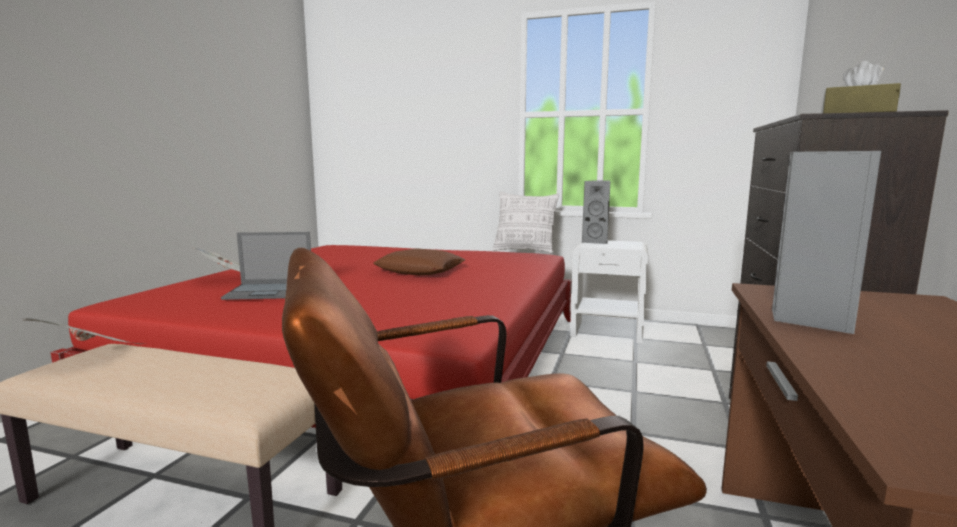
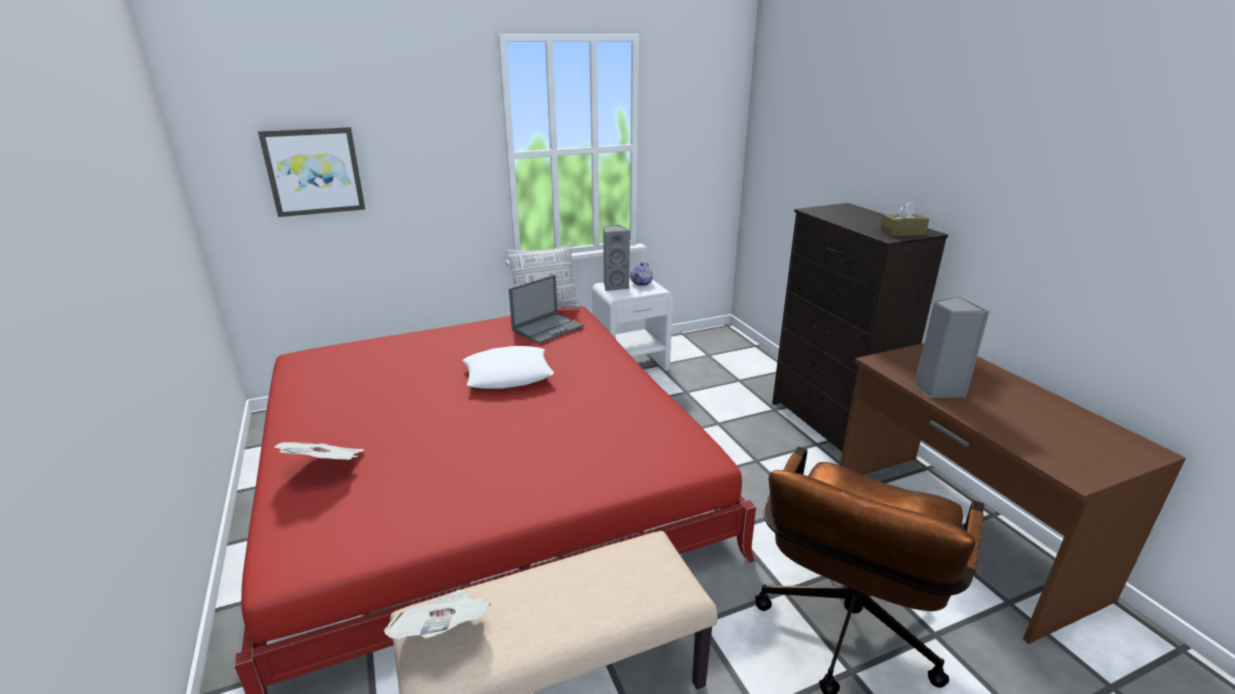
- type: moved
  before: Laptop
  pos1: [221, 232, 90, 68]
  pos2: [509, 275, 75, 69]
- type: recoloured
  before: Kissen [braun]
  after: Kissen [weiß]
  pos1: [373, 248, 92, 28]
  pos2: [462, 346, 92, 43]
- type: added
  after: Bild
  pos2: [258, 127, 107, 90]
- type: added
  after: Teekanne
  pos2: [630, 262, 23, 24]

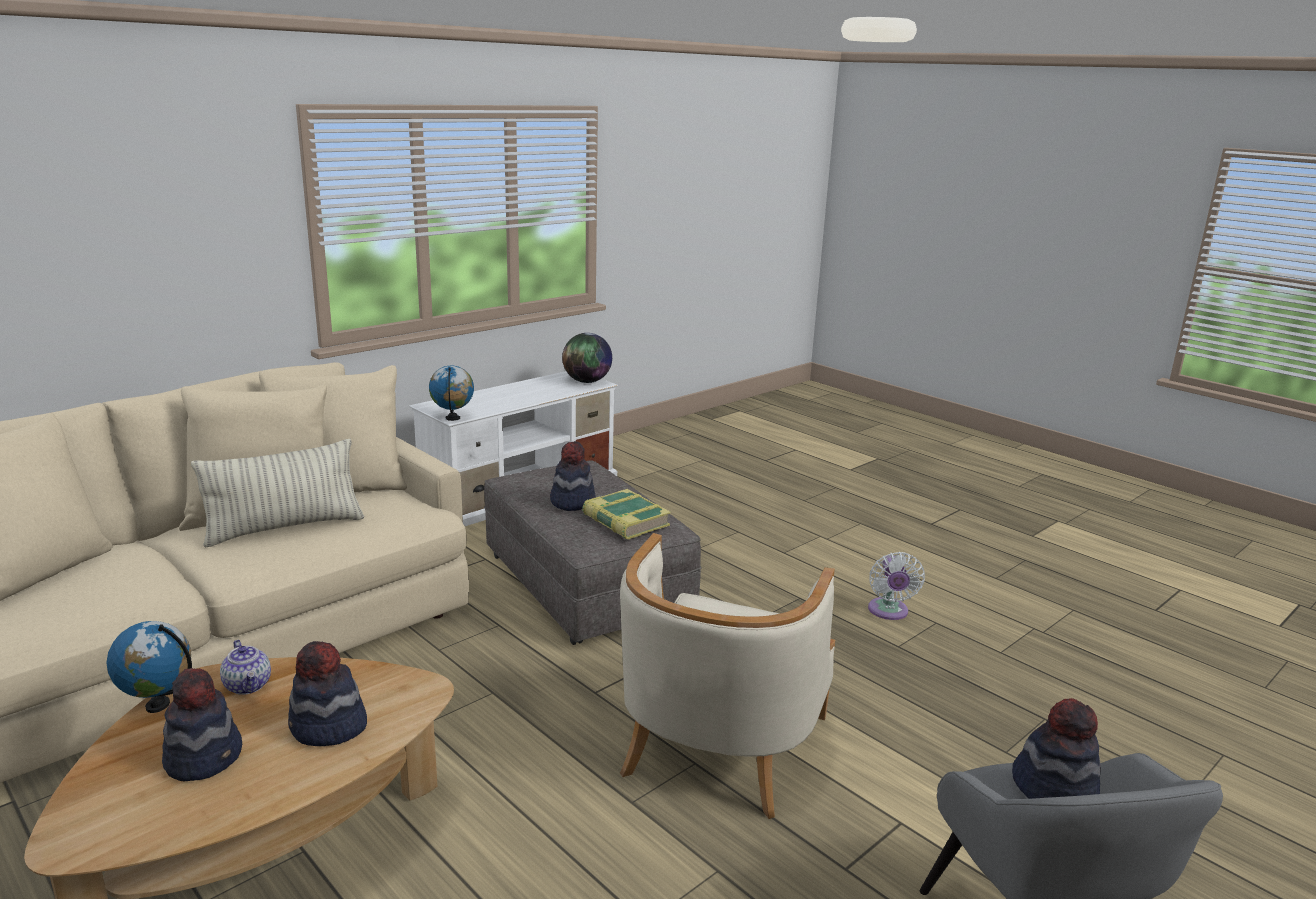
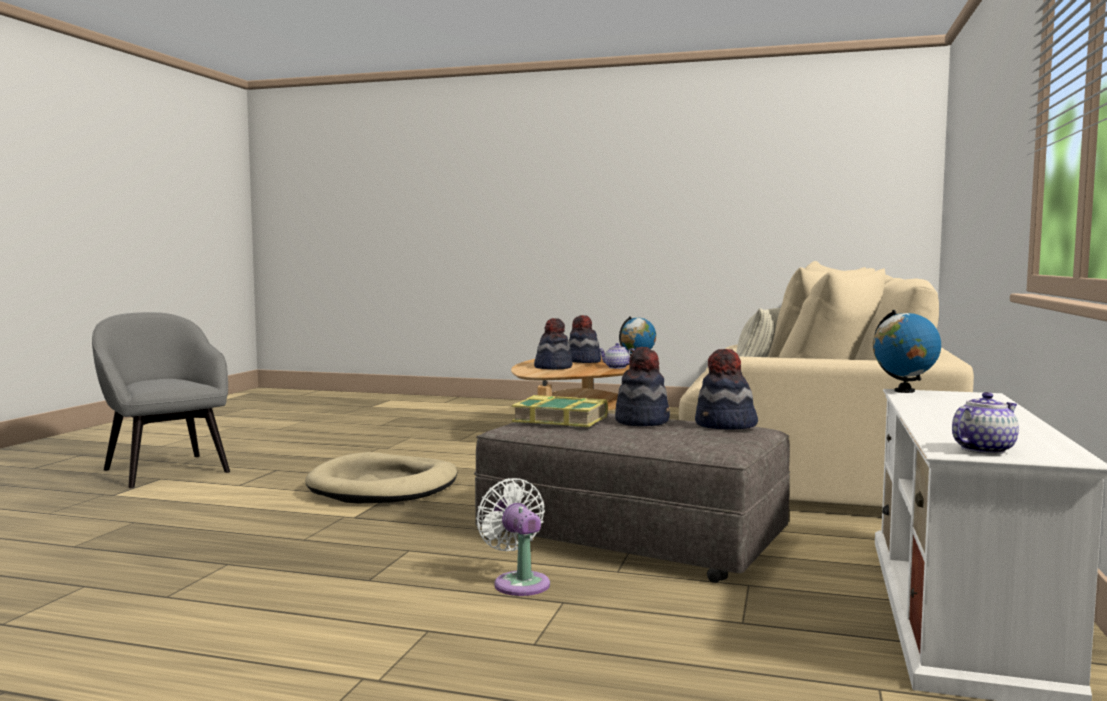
- type: replaced
  before: Globus
  after: Teekanne
  pos1: [562, 333, 50, 50]
  pos2: [952, 392, 67, 62]
- type: replaced
  before: Sessel [beige]
  after: Hundebett [beige]
  pos1: [620, 533, 215, 286]
  pos2: [305, 452, 152, 51]
- type: moved
  before: Ventilator [weiß]
  pos1: [868, 552, 57, 68]
  pos2: [476, 478, 74, 118]
- type: moved
  before: Hut
  pos1: [1012, 698, 89, 101]
  pos2: [695, 349, 63, 80]

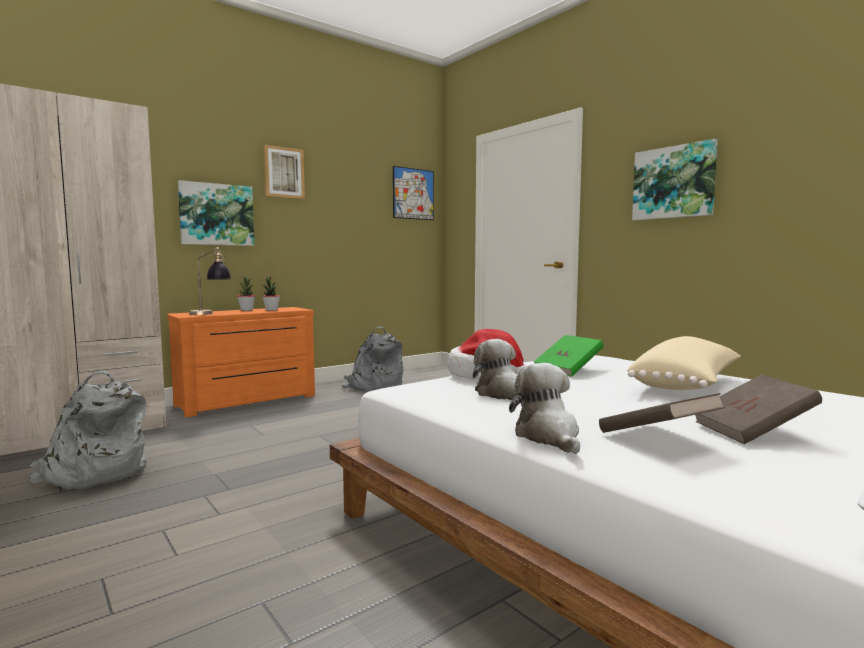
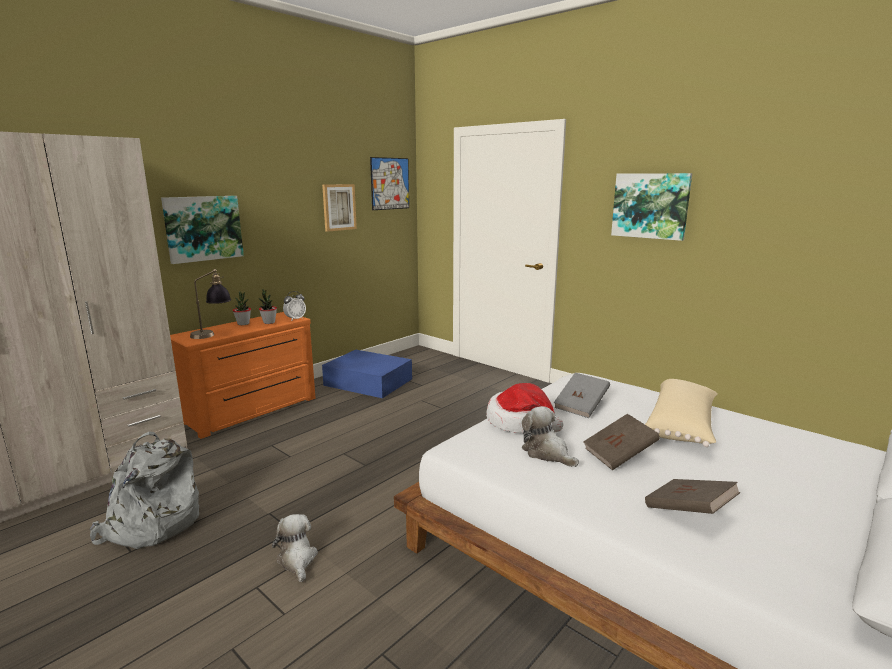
- type: moved
  before: Bild
  pos1: [263, 145, 42, 54]
  pos2: [322, 184, 35, 48]
- type: replaced
  before: Rucksack [grau]
  after: Aufbewahrungsbox [blau]
  pos1: [342, 326, 62, 66]
  pos2: [322, 350, 90, 48]
- type: recoloured
  before: Buch [grün]
  after: Buch [grau]
  pos1: [534, 335, 70, 42]
  pos2: [554, 373, 56, 45]
- type: moved
  before: Plüschtier
  pos1: [509, 363, 71, 91]
  pos2: [272, 514, 46, 68]
- type: moved
  before: Buch [braun]
  pos1: [695, 375, 127, 69]
  pos2: [583, 414, 77, 56]
- type: added
  after: Wecker
  pos2: [283, 291, 23, 29]

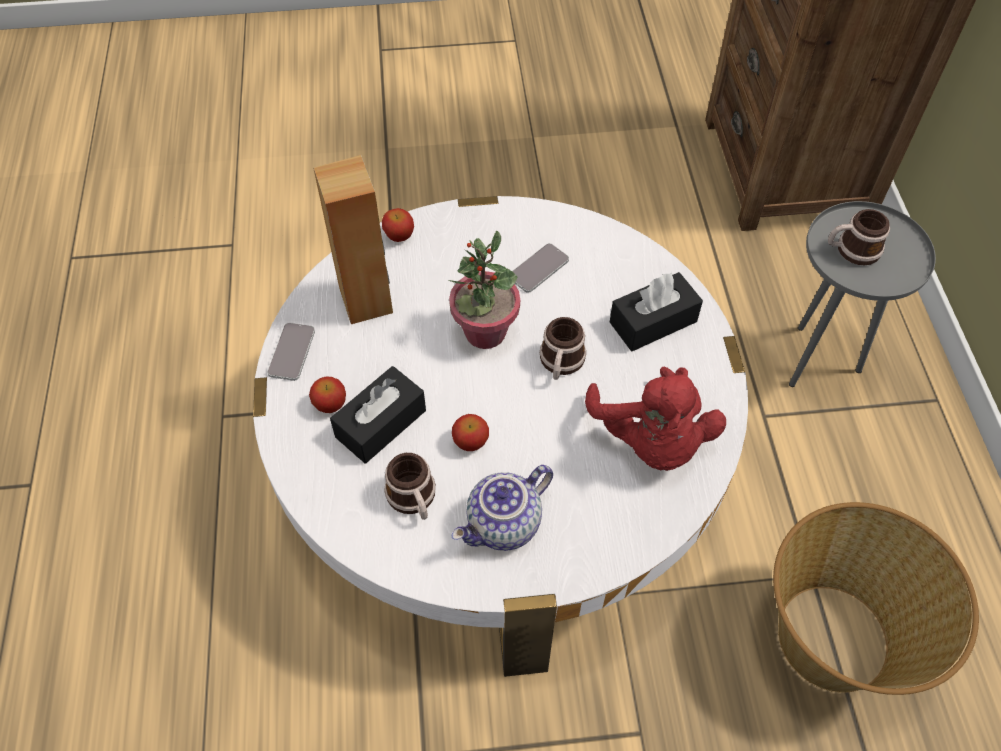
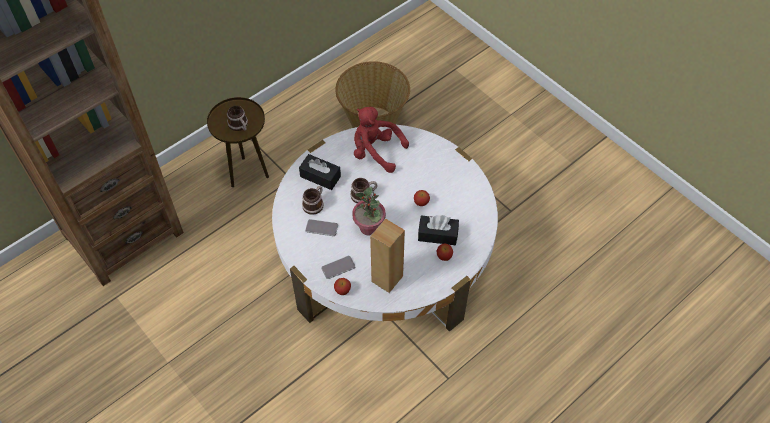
- type: recoloured
  before: Beistelltisch [grau]
  after: Beistelltisch [braun]
  pos1: [789, 201, 147, 186]
  pos2: [207, 97, 62, 90]
- type: moved
  before: Handy
  pos1: [267, 323, 48, 58]
  pos2: [321, 256, 34, 23]
- type: turned
  before: Plüschtier [rot]
  pos1: [585, 366, 141, 105]
  pos2: [354, 107, 55, 66]
  turn: -105
- type: moved
  before: Henkelbecher
  pos1: [384, 453, 52, 67]
  pos2: [302, 186, 21, 29]
- type: removed
  before: Teekanne
  pos1: [452, 465, 101, 86]

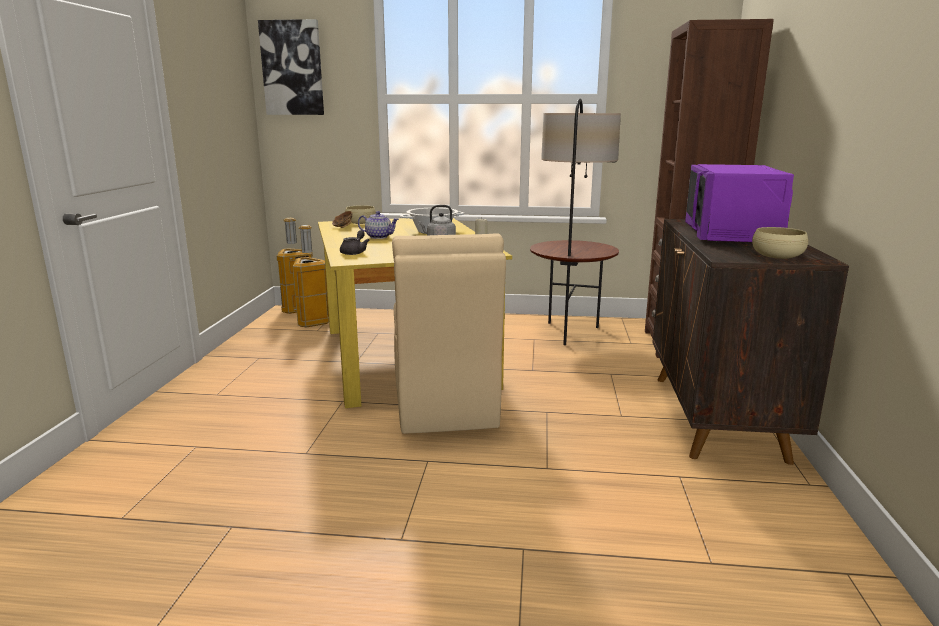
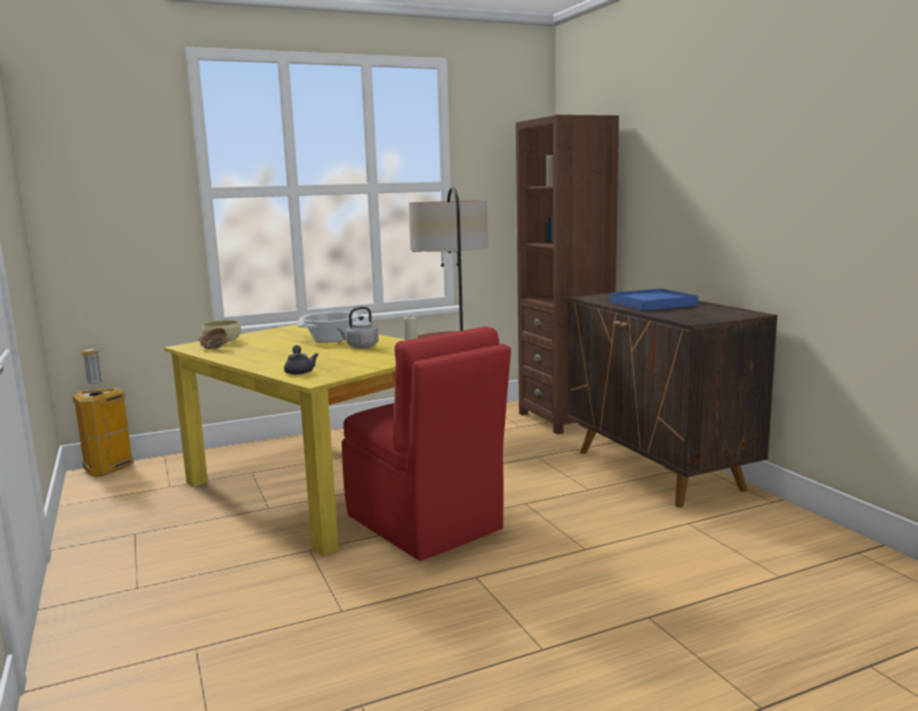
- type: removed
  before: Bild
  pos1: [258, 19, 66, 96]
- type: replaced
  before: Mikrowelle [lila]
  after: Tablett [blau]
  pos1: [685, 164, 109, 78]
  pos2: [610, 289, 89, 22]
- type: removed
  before: Teekanne
  pos1: [358, 211, 41, 28]
- type: removed
  before: Mülleimer
  pos1: [293, 225, 36, 103]
- type: removed
  before: Schüssel [beige]
  pos1: [752, 227, 56, 32]
- type: recoloured
  before: Stuhl [beige]
  after: Stuhl [rot]
  pos1: [392, 233, 114, 201]
  pos2: [342, 326, 169, 235]

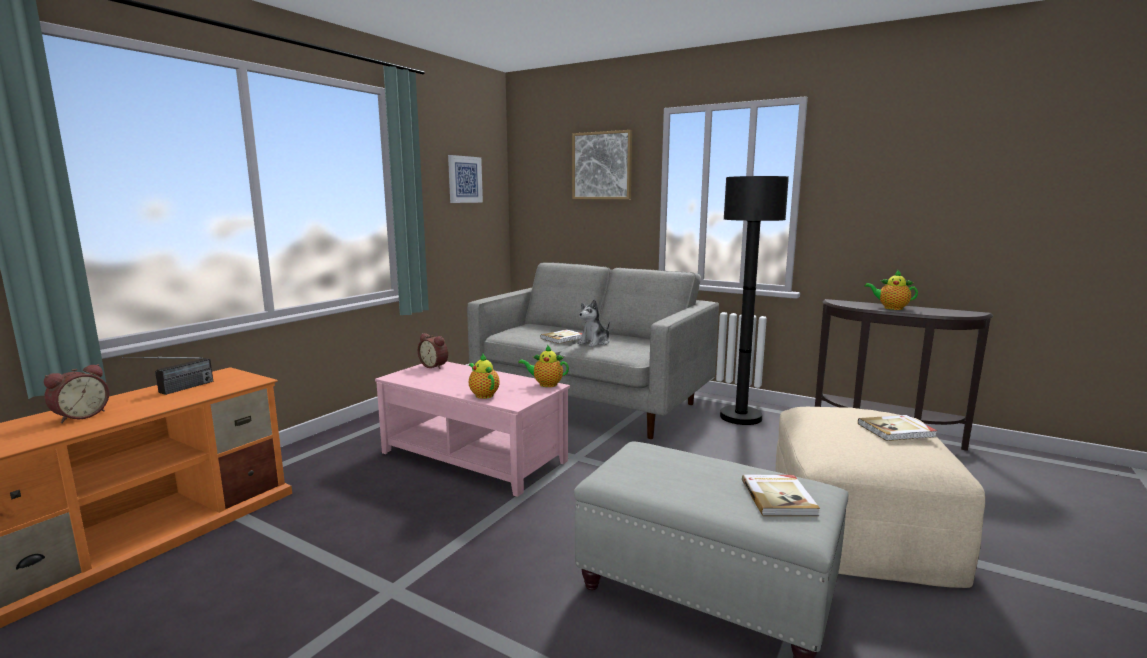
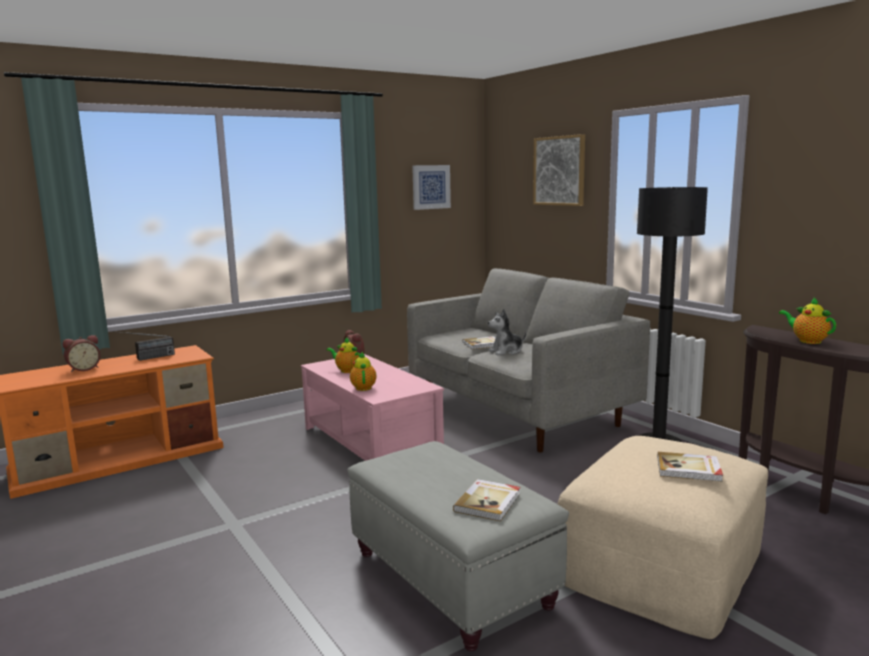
- type: moved
  before: Teekanne
  pos1: [518, 345, 51, 42]
  pos2: [327, 337, 33, 36]

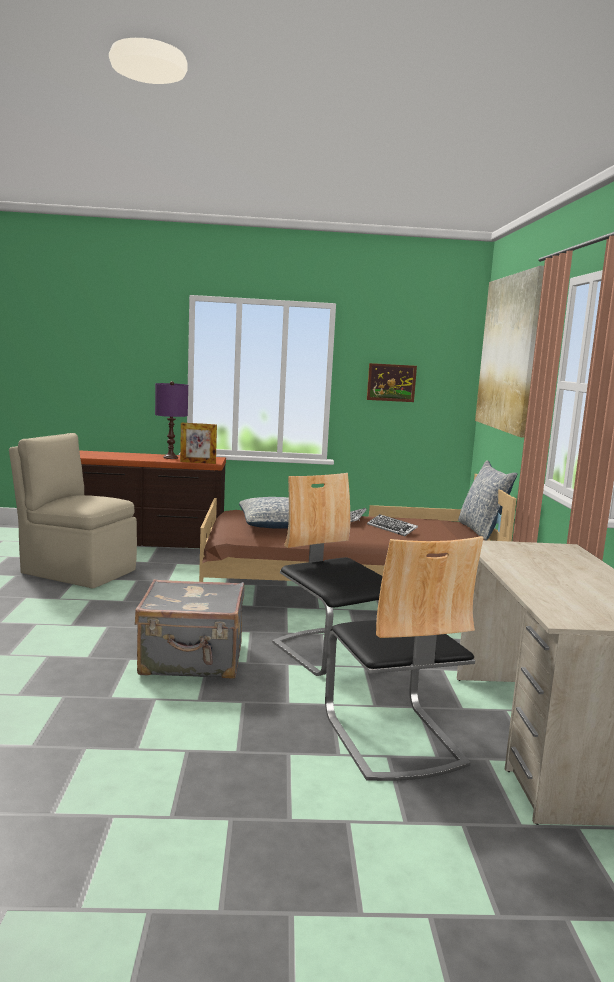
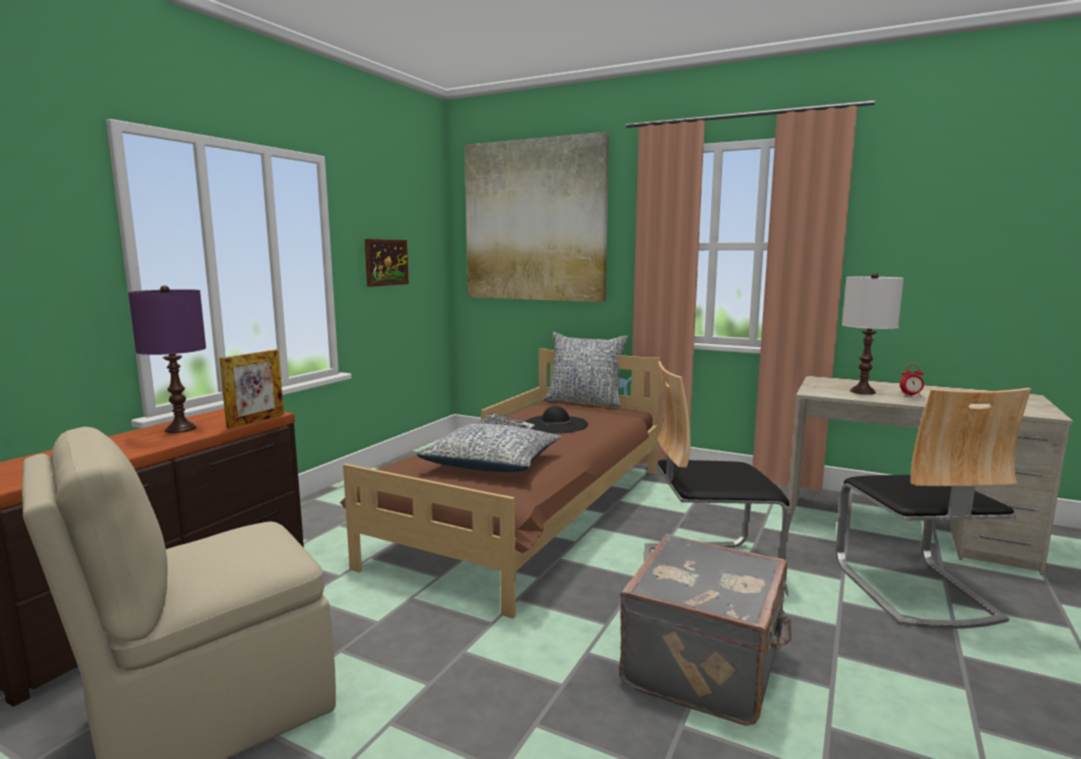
- type: replaced
  before: Tastatur
  after: Hut [schwarz]
  pos1: [367, 514, 51, 22]
  pos2: [525, 406, 63, 28]
- type: turned
  before: Stuhl
  pos1: [325, 536, 159, 245]
  pos2: [836, 388, 195, 241]
  turn: 75
- type: added
  after: Tischlampe [weiß]
  pos2: [842, 273, 62, 122]
- type: added
  after: Wecker
  pos2: [900, 365, 24, 32]

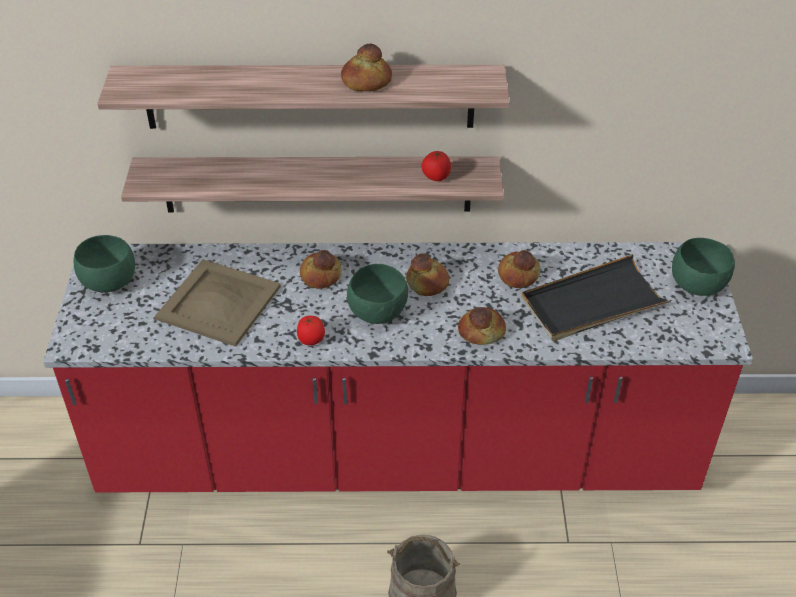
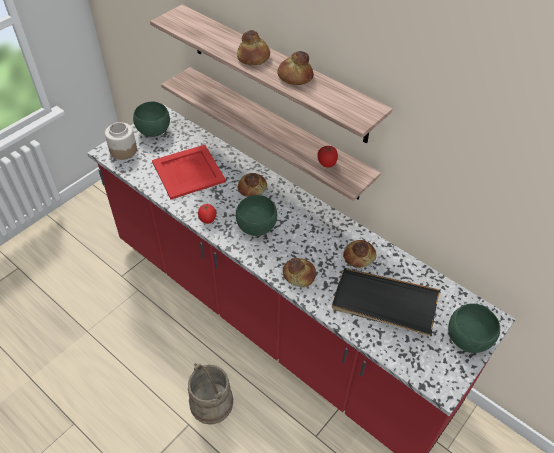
- type: moved
  before: Brot
  pos1: [406, 253, 43, 43]
  pos2: [237, 30, 33, 35]
- type: recoloured
  before: Tablett [beige]
  after: Tablett [rot]
  pos1: [155, 259, 126, 88]
  pos2: [152, 145, 74, 55]
- type: added
  after: Vorratsglas
  pos2: [105, 122, 32, 38]

